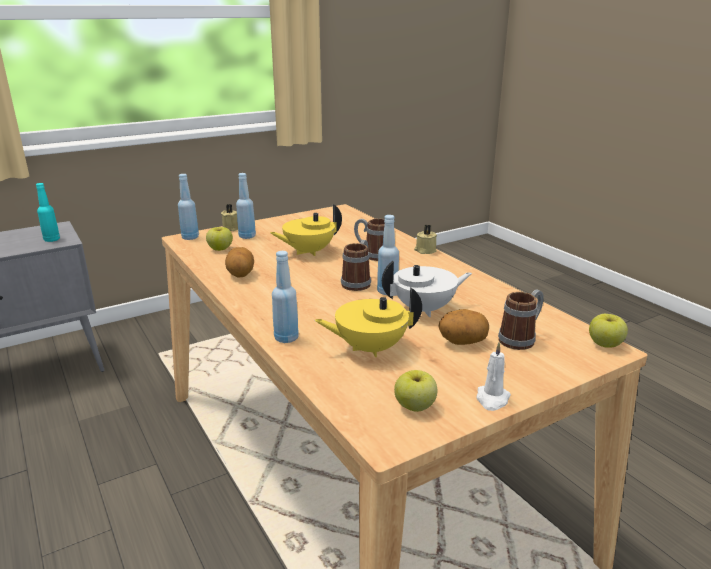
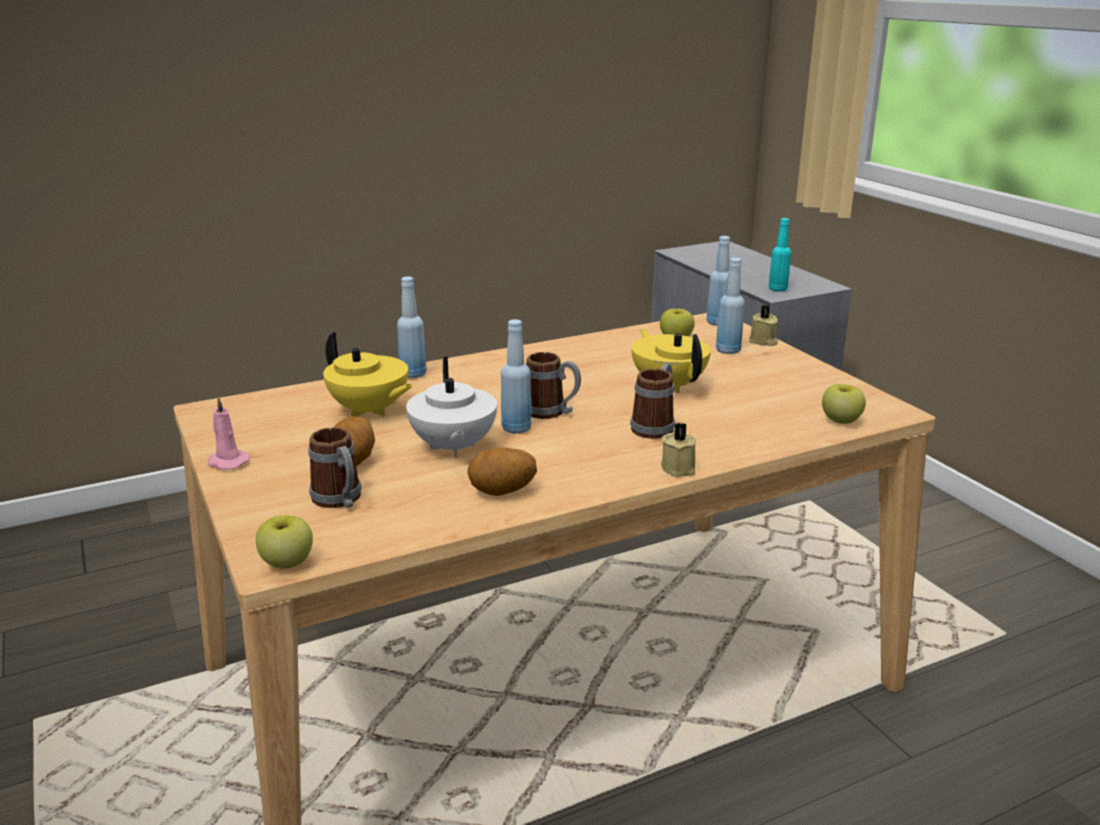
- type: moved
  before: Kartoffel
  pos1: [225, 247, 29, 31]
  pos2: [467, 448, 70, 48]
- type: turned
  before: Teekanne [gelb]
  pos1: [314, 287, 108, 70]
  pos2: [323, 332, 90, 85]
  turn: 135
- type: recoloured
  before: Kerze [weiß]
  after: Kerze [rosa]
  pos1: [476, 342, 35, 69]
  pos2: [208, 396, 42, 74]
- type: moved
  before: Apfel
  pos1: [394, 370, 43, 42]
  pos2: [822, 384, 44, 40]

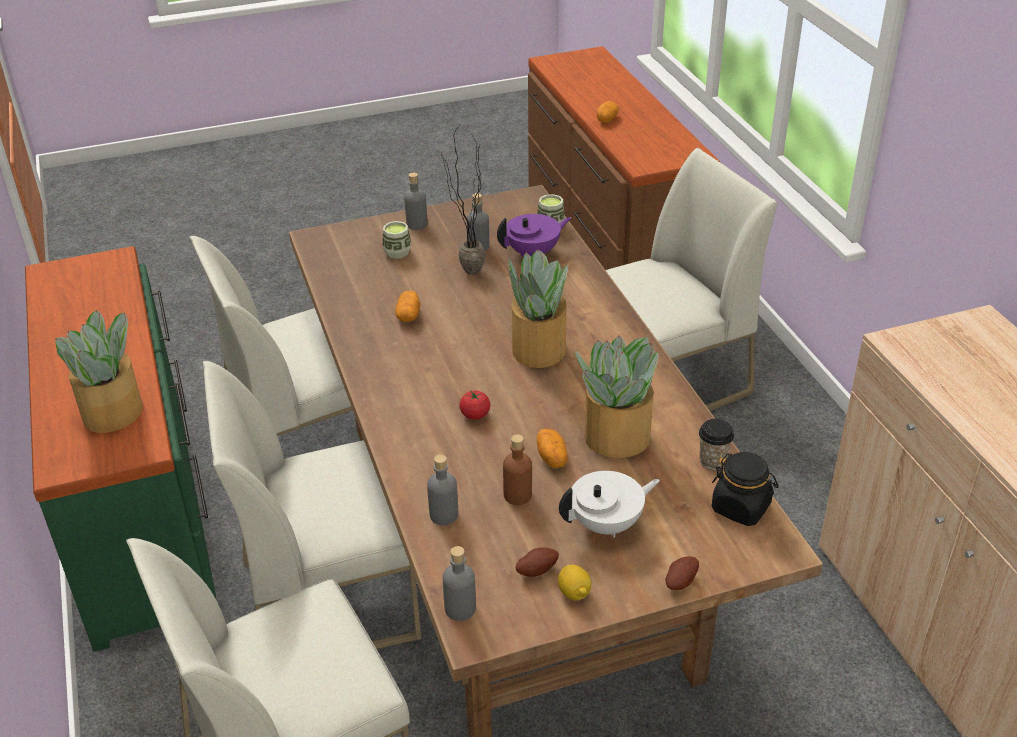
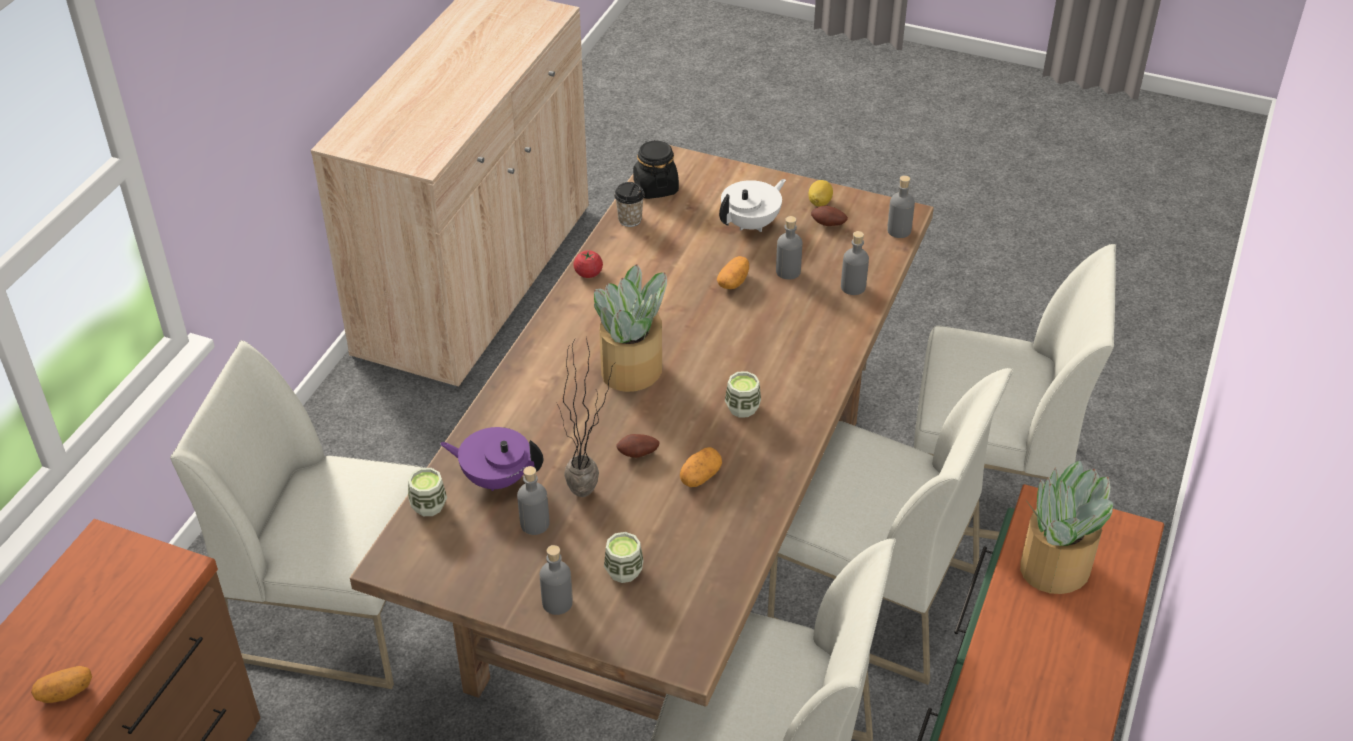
- type: removed
  before: Topfpflanze
  pos1: [575, 335, 84, 123]
- type: moved
  before: Tomate
  pos1: [459, 390, 31, 30]
  pos2: [574, 250, 29, 28]
- type: recoloured
  before: Flasche [braun]
  after: Flasche [grau]
  pos1: [503, 434, 29, 71]
  pos2: [776, 216, 26, 64]
- type: turned
  before: Teekanne [weiß]
  pos1: [559, 471, 101, 67]
  pos2: [719, 179, 67, 53]
  turn: 120
- type: moved
  before: Kartoffel
  pos1: [665, 556, 34, 34]
  pos2: [616, 434, 43, 24]
- type: added
  after: Tasse
  pos2: [725, 371, 36, 47]

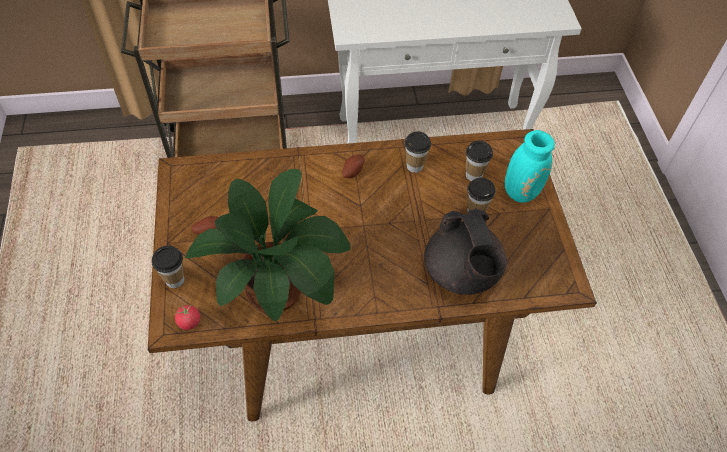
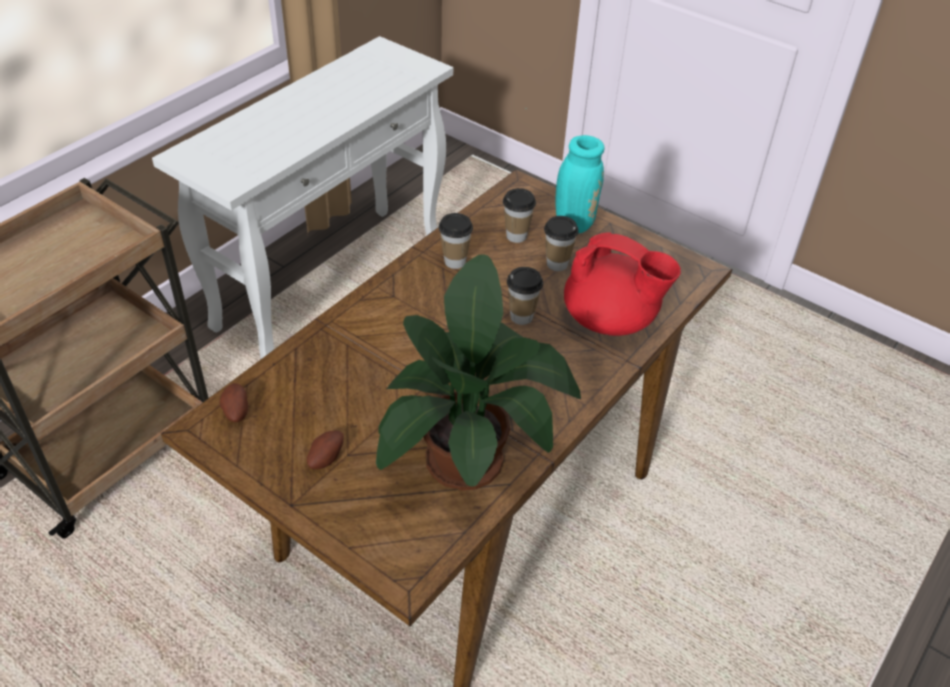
- type: moved
  before: Kartoffel
  pos1: [342, 154, 23, 24]
  pos2: [220, 383, 28, 39]
- type: recoloured
  before: Teekanne [schwarz]
  after: Teekanne [rot]
  pos1: [424, 209, 83, 86]
  pos2: [564, 232, 117, 104]
- type: moved
  before: Tasse
  pos1: [152, 246, 33, 42]
  pos2: [507, 267, 36, 58]
- type: removed
  before: Tomate
  pos1: [175, 305, 25, 25]

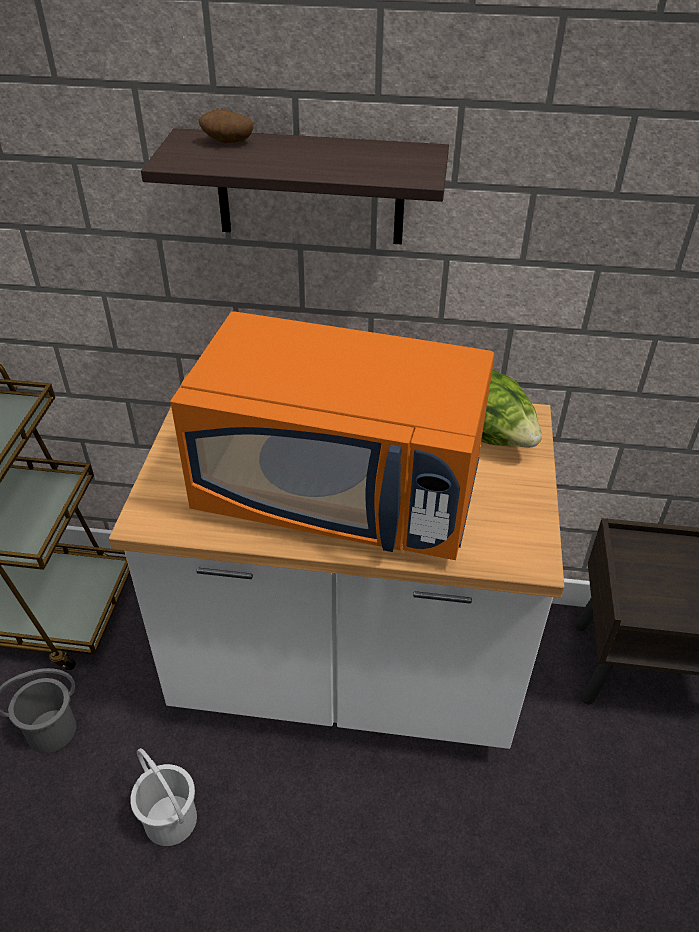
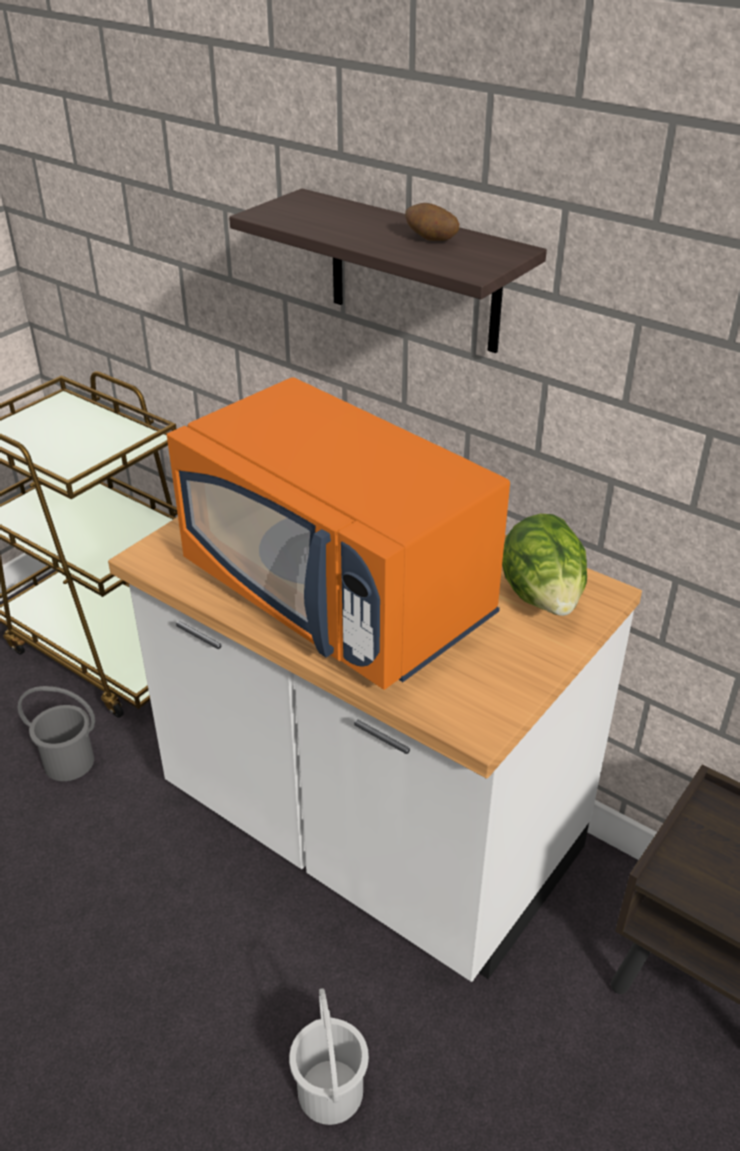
- type: moved
  before: Kartoffel
  pos1: [198, 109, 56, 34]
  pos2: [405, 203, 54, 38]
- type: moved
  before: Eimer [weiß]
  pos1: [130, 748, 67, 98]
  pos2: [289, 988, 80, 137]

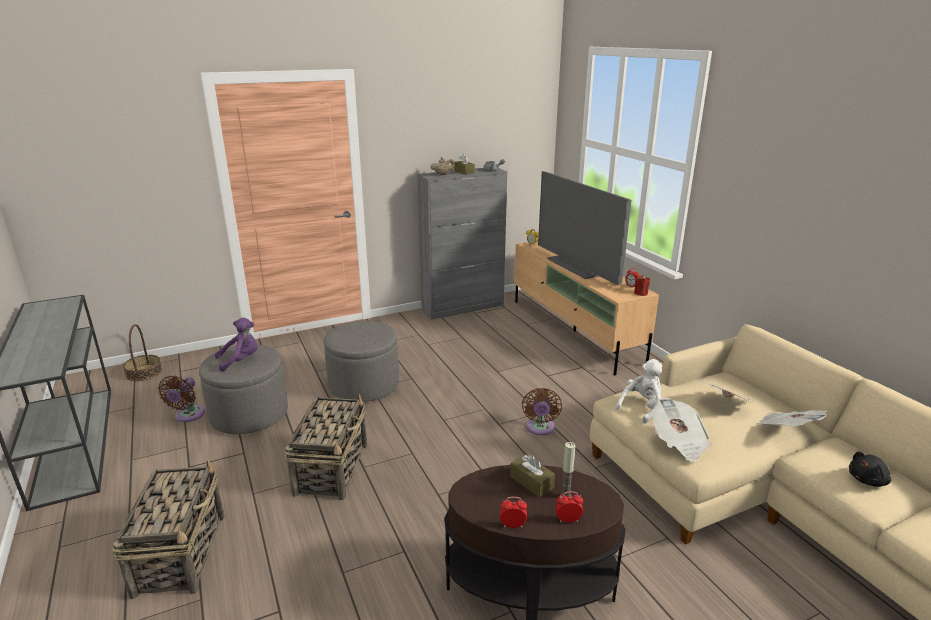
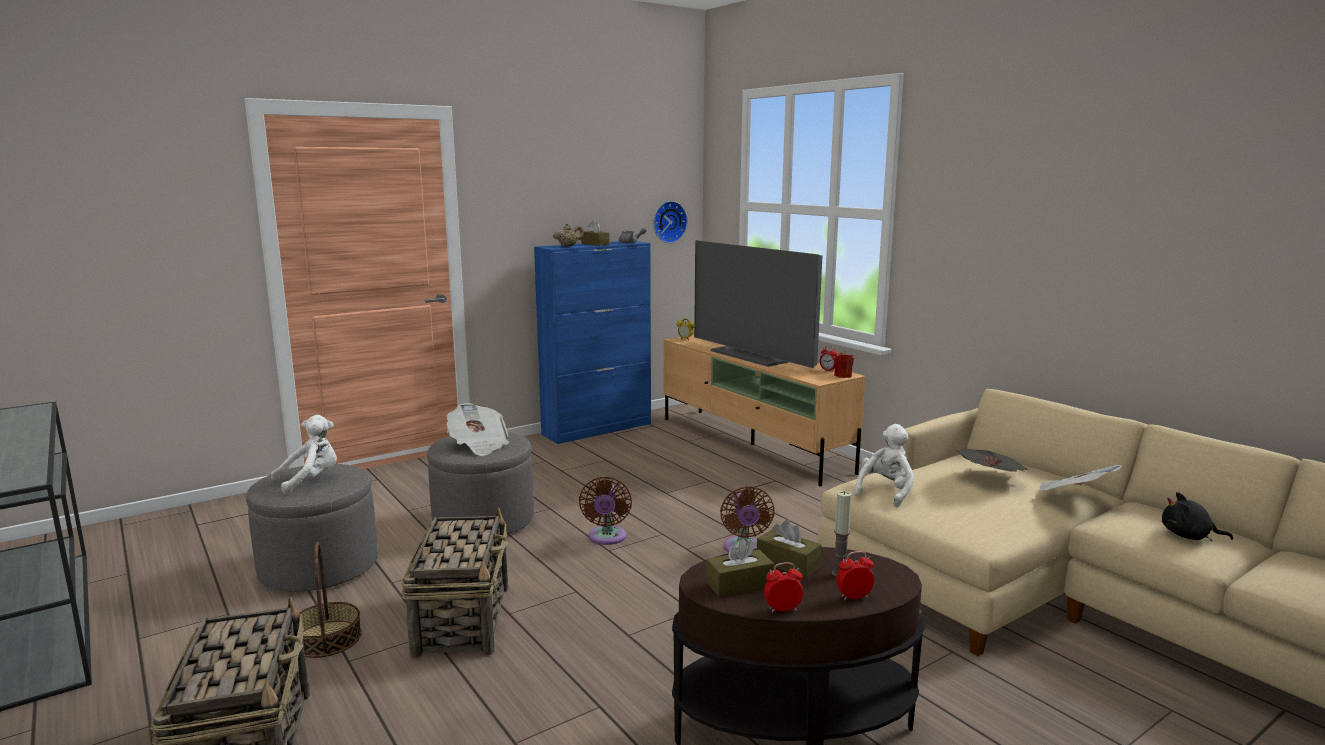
- type: recoloured
  before: Schrank [grau]
  after: Schrank [blau]
  pos1: [417, 168, 90, 152]
  pos2: [534, 241, 117, 203]
- type: recoloured
  before: Plüschtier [lila]
  after: Plüschtier [weiß]
  pos1: [215, 318, 43, 54]
  pos2: [271, 415, 66, 80]
- type: moved
  before: Korb
  pos1: [123, 324, 39, 57]
  pos2: [299, 542, 63, 116]
- type: moved
  before: Ventilator [braun]
  pos1: [158, 375, 47, 47]
  pos2: [579, 477, 53, 68]
- type: moved
  before: Zeitung
  pos1: [651, 397, 61, 65]
  pos2: [447, 403, 62, 53]
- type: turned
  before: Plüschtier [schwarz]
  pos1: [849, 451, 42, 36]
  pos2: [1162, 492, 71, 49]
  turn: 60
- type: added
  after: Wanduhr
  pos2: [653, 201, 35, 42]
- type: added
  after: Taschentuchbox [braun]
  pos2: [706, 538, 68, 59]

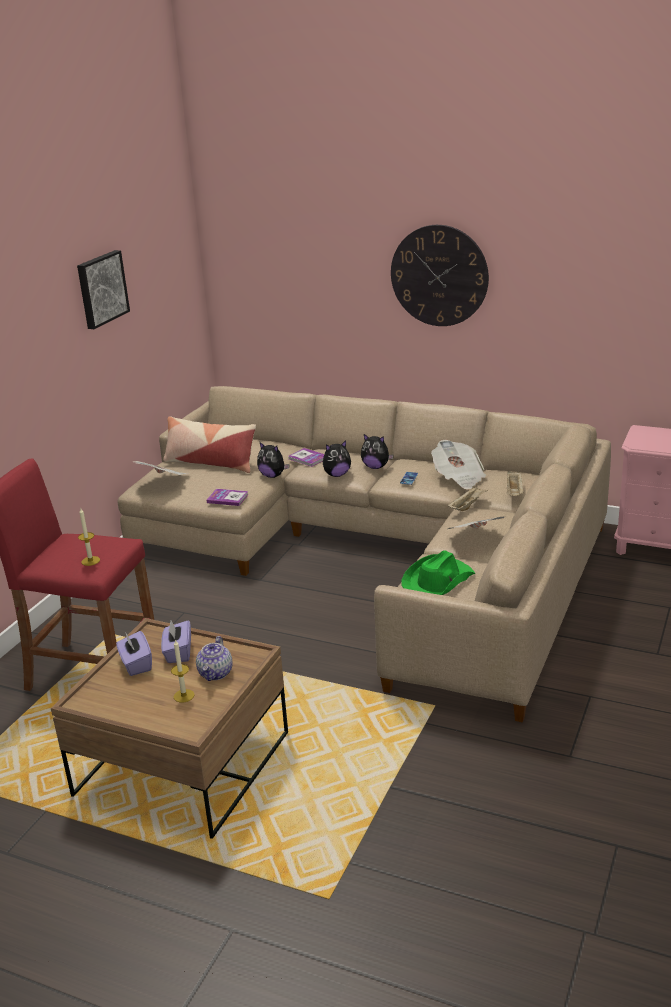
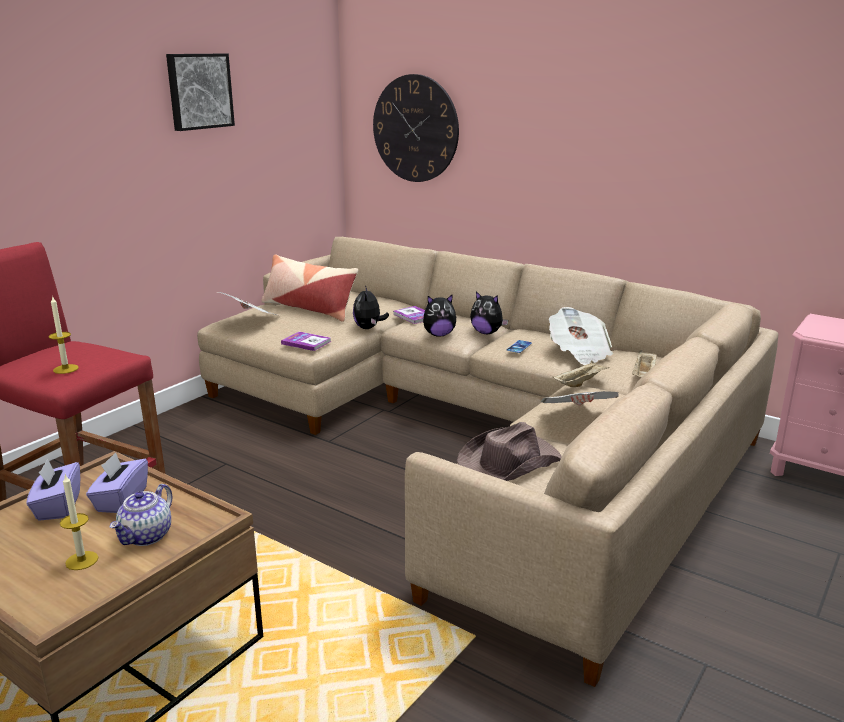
- type: moved
  before: Wanduhr
  pos1: [391, 225, 98, 101]
  pos2: [373, 74, 86, 108]
- type: turned
  before: Plüschtier
  pos1: [257, 442, 33, 36]
  pos2: [353, 285, 36, 44]
  turn: 45
- type: recoloured
  before: Hut [grün]
  after: Hut [braun]
  pos1: [401, 550, 74, 45]
  pos2: [457, 422, 105, 59]

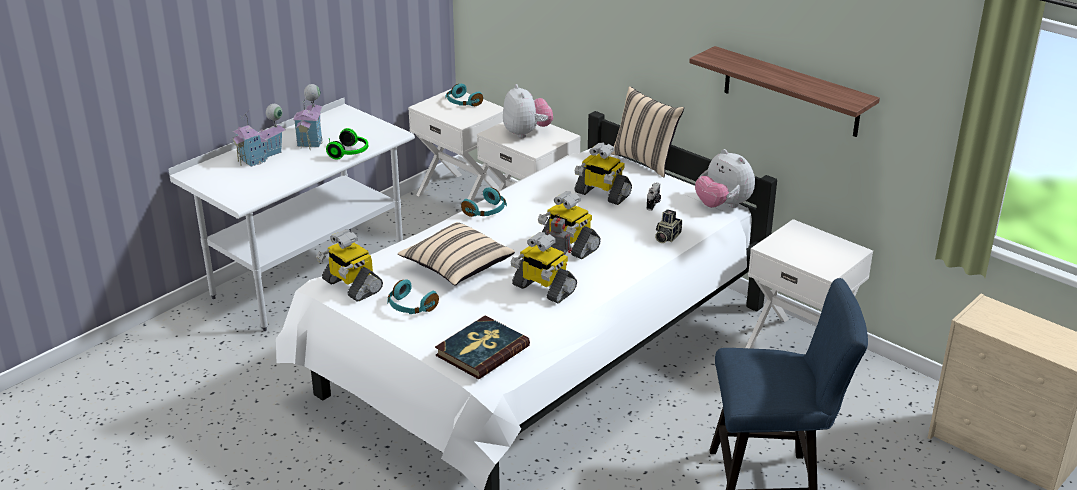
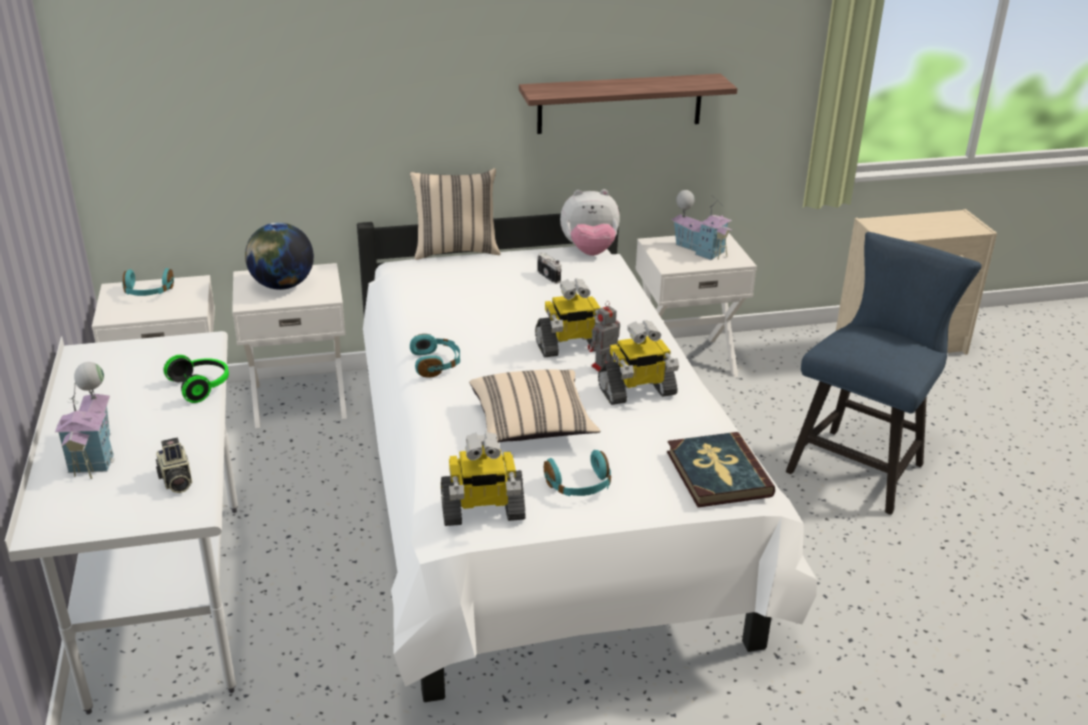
- type: moved
  before: Spielzeughaus
  pos1: [293, 84, 30, 66]
  pos2: [671, 190, 62, 70]
- type: replaced
  before: Plüschtier
  after: Globus
  pos1: [503, 84, 50, 54]
  pos2: [245, 223, 69, 67]
- type: removed
  before: Spielzeugroboter
  pos1: [575, 142, 57, 63]
- type: moved
  before: Kamera
  pos1: [655, 209, 27, 34]
  pos2: [156, 438, 36, 55]

